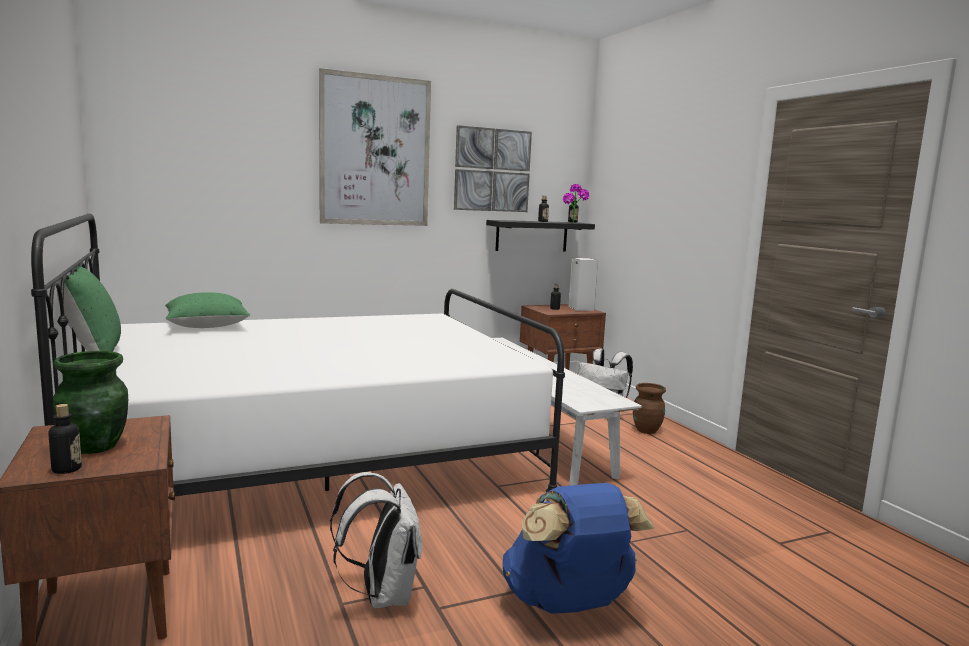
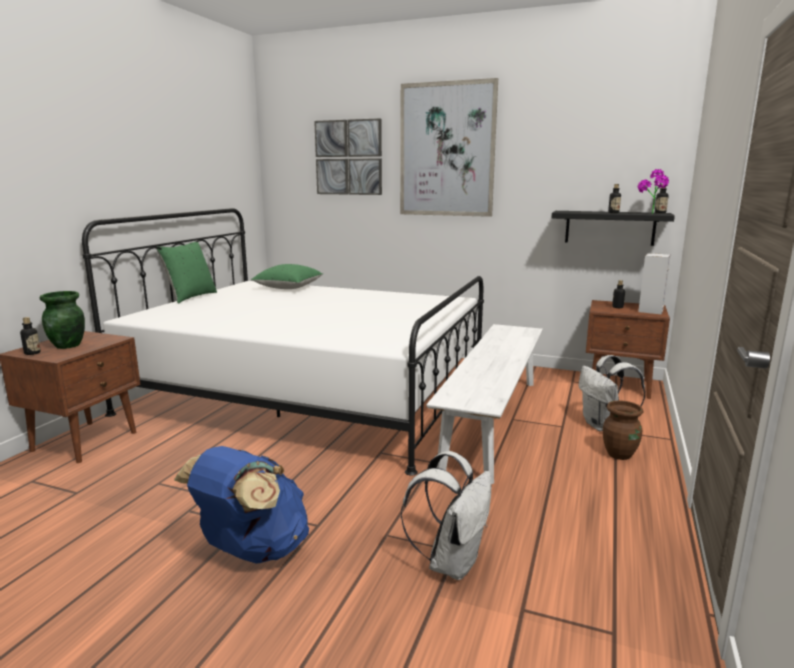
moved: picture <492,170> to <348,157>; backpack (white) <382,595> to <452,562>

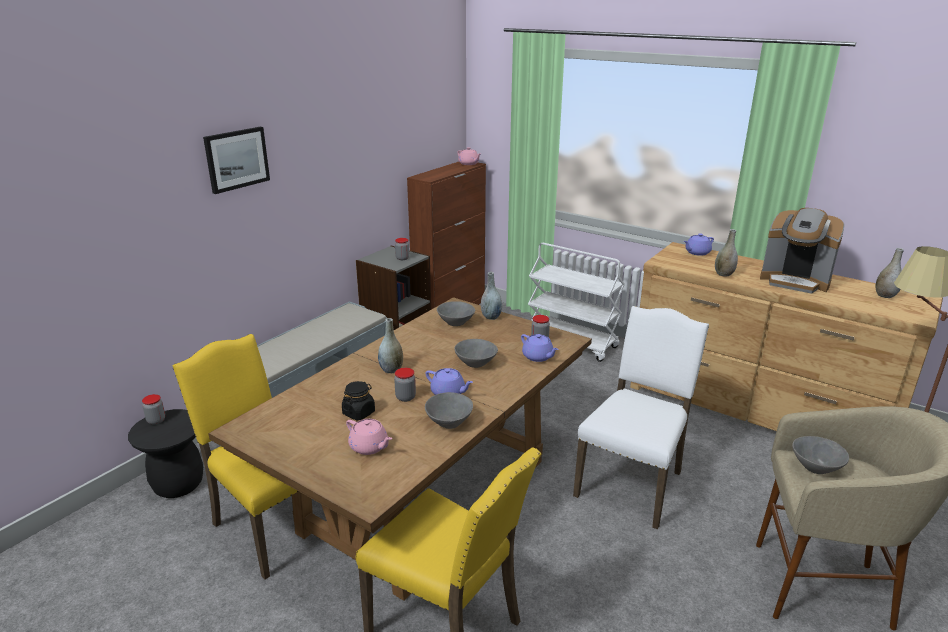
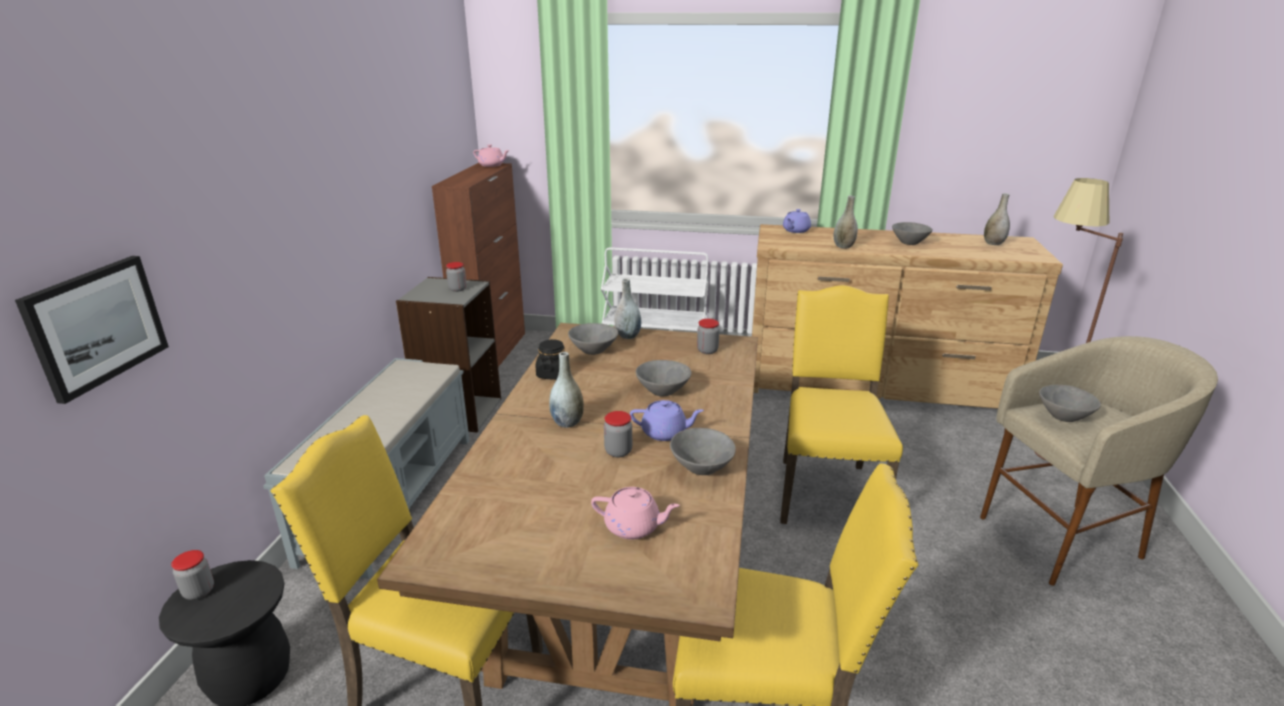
removed: teapot (purple) <538,357>
moved: picture <236,159> to <96,325>; jar (black) <359,413> to <553,374>
replaced: coffee machine <795,281> to bowl (grey) <910,243>
recoloured: chair (white) <632,483> to chair (yellow) <826,491>

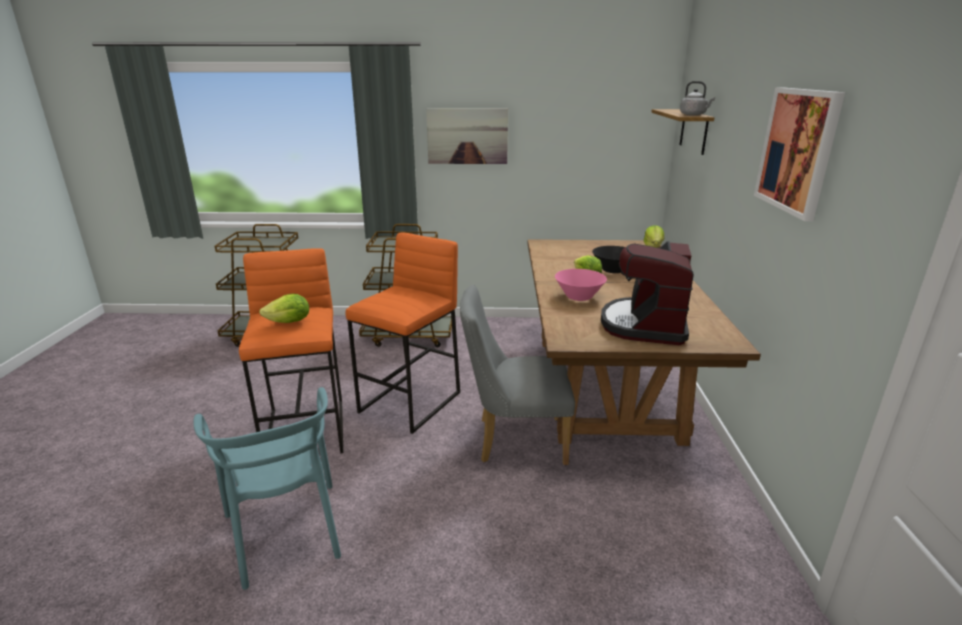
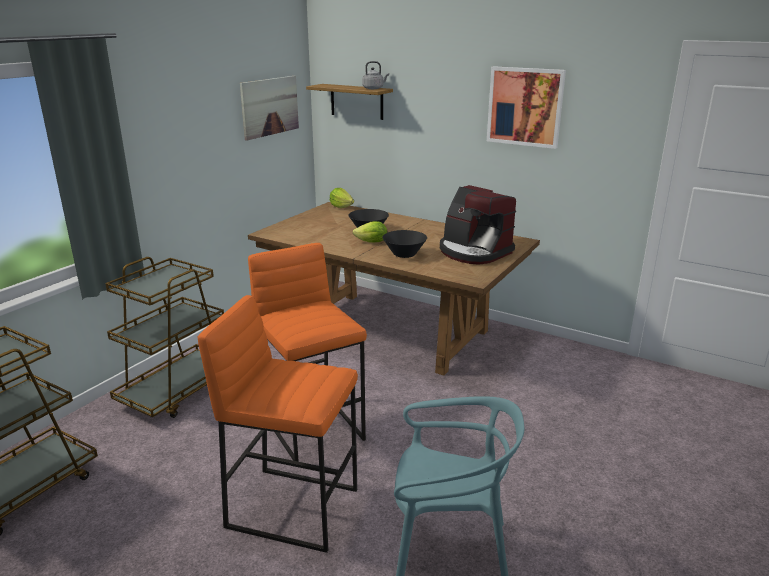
removed: lettuce <289,322>; chair (grey) <514,440>
moved: picture <467,136> to <270,106>
recoloured: bowl (pink) <579,297> to bowl (black) <404,254>

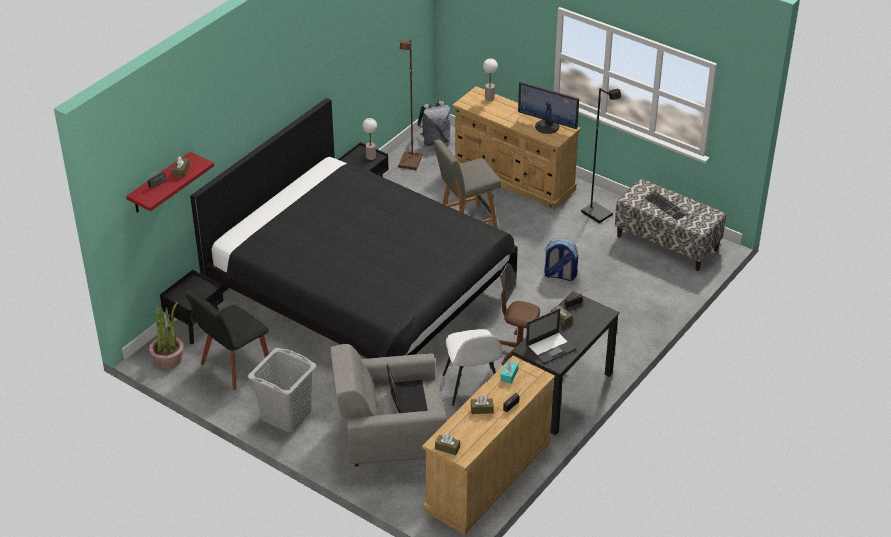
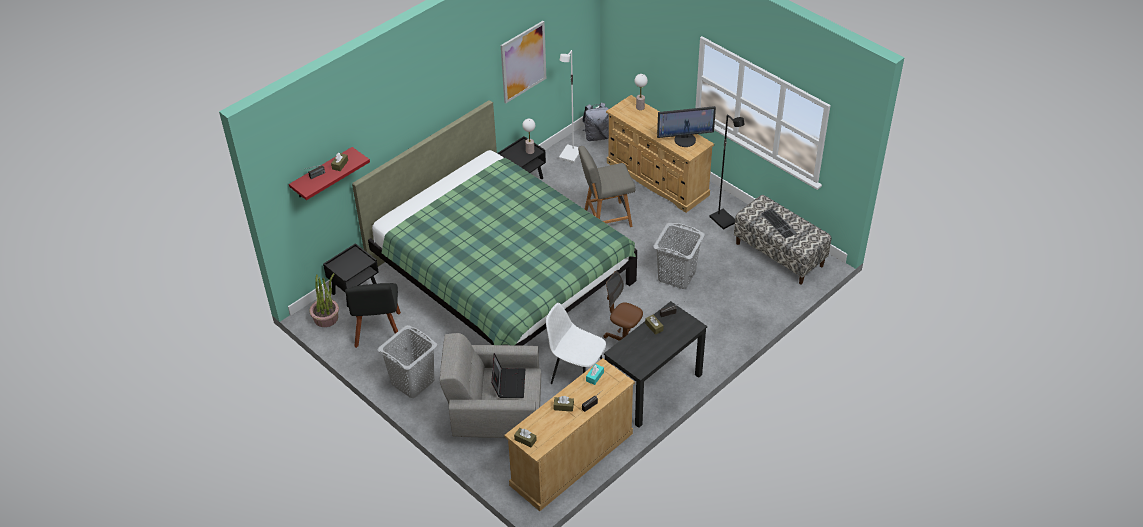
removed: laptop <551,347>
added: picture <523,61>
replaced: backpack <559,275> to laundry basket (grey) <676,276>
recoloured: bed (black) <361,294> to bed (green) <501,276>; floor lamp (brown) <410,162> to floor lamp (white) <571,155>
turned: chair (black) <233,367> = <378,332> 60 degrees counterclockwise; chair (white) <472,387> = <576,374> 120 degrees clockwise; monitor <547,126> = <685,139> 45 degrees counterclockwise

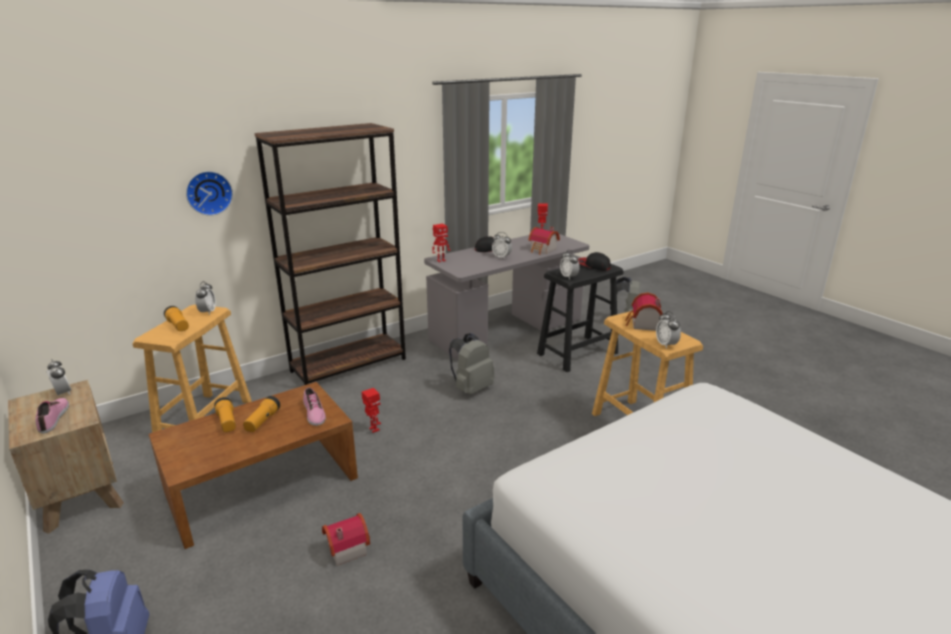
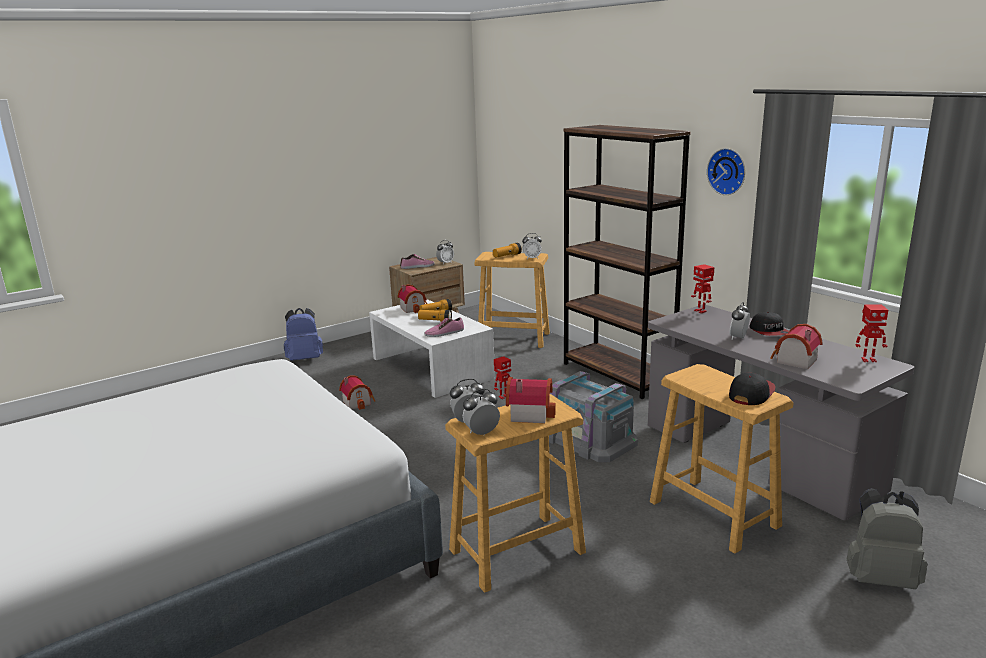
added: toy house <414,308>
moved: alarm clock <568,277> to <482,433>; wall clock <208,192> to <728,171>
replaced: backpack (grey) <471,388> to storage box (grey) <587,438>
recoloured: coffee table (brown) <262,484> to coffee table (white) <432,368>; stool (black) <577,353> to stool (beige) <713,513>

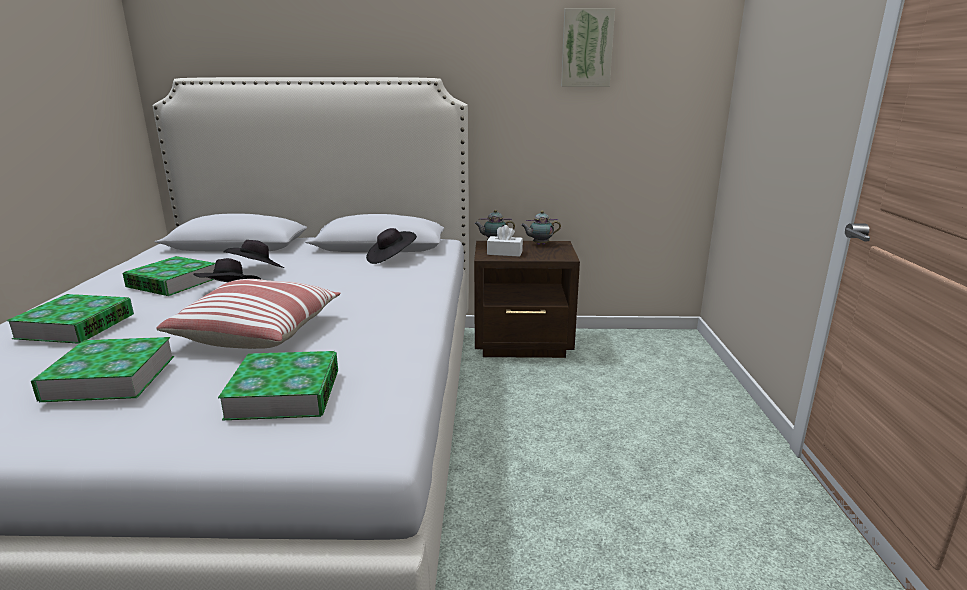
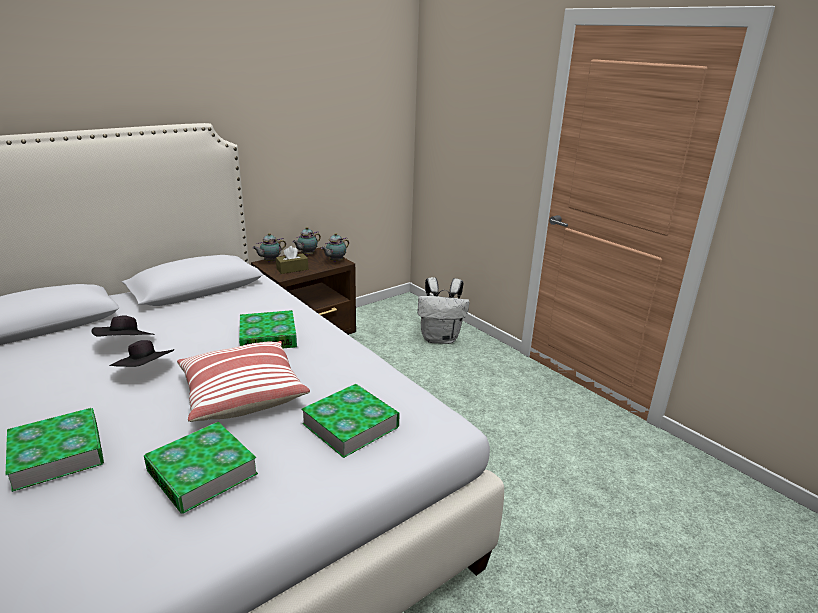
removed: hat (black) <391,259>; picture <586,48>
added: teapot <335,261>; backpack (white) <440,338>
moved: book <173,282> to <268,337>
recoloured: tissue box (white) <504,253> to tissue box (brown) <292,269>

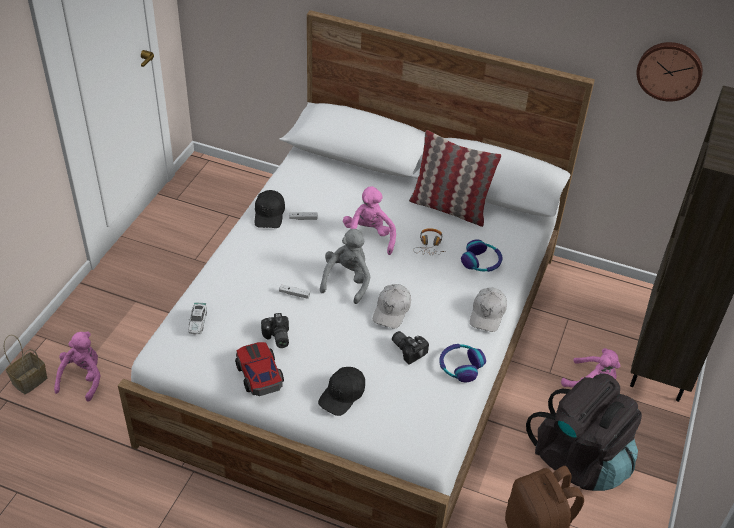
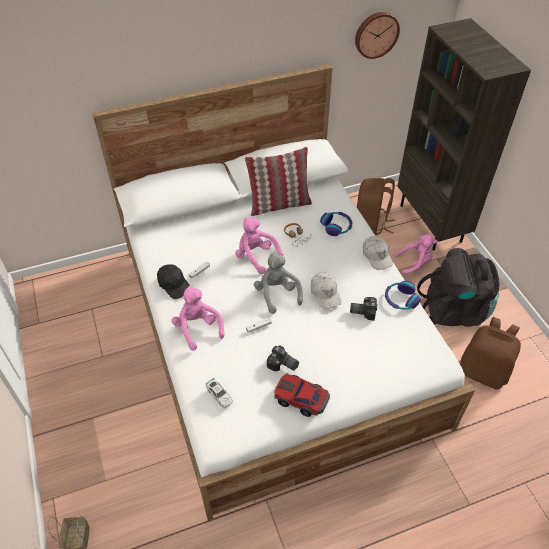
removed: cap (black) <343,395>
added: backpack (brown) <371,224>
moved: plush toy (pink) <83,378> to <198,328>

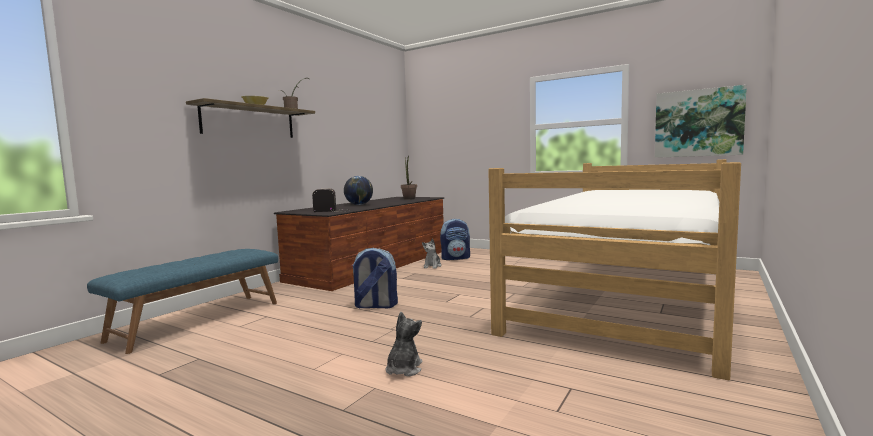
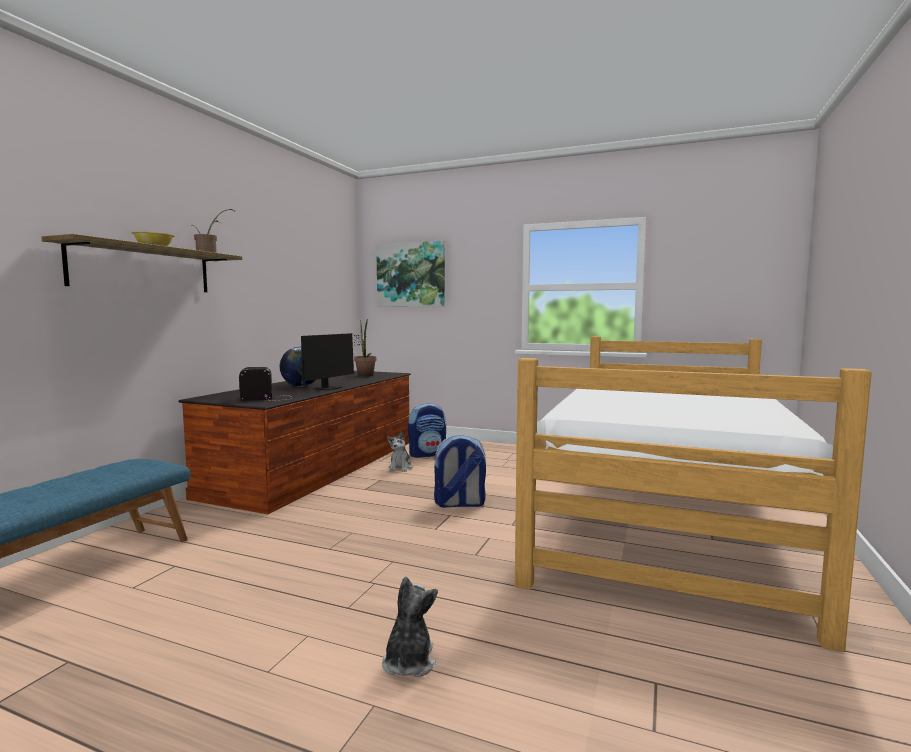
added: monitor <330,388>
moved: picture <698,123> to <411,275>; backpack <375,306> to <459,504>

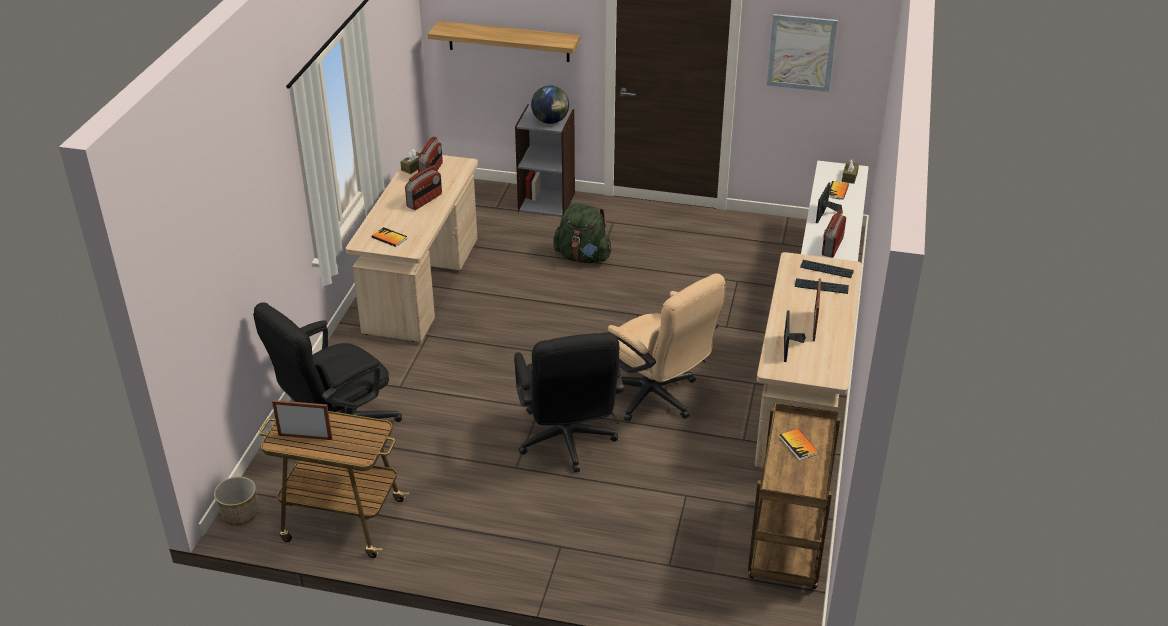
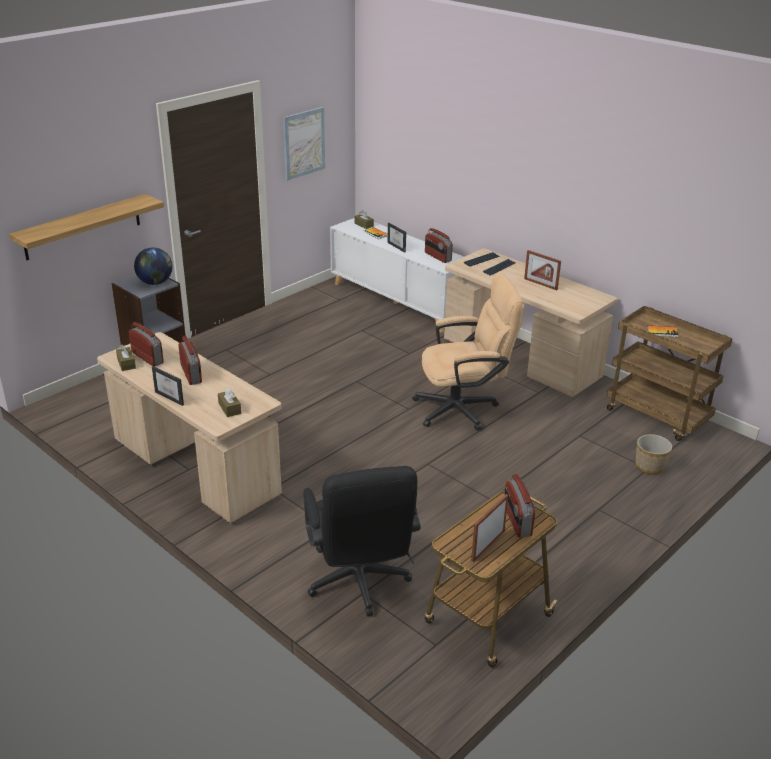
removed: office chair (black) <567,443>; backpack (green) <583,257>
added: radio <517,521>
moved: picture frame <789,349> to <173,397>; planter <239,514> to <650,466>
replaced: book <389,238> to tissue box (brown) <229,408>

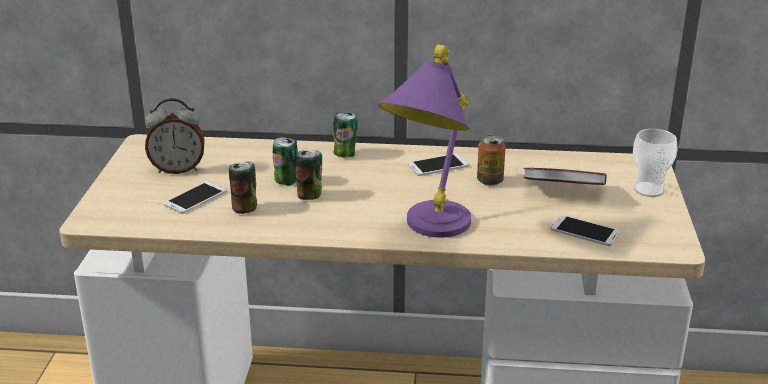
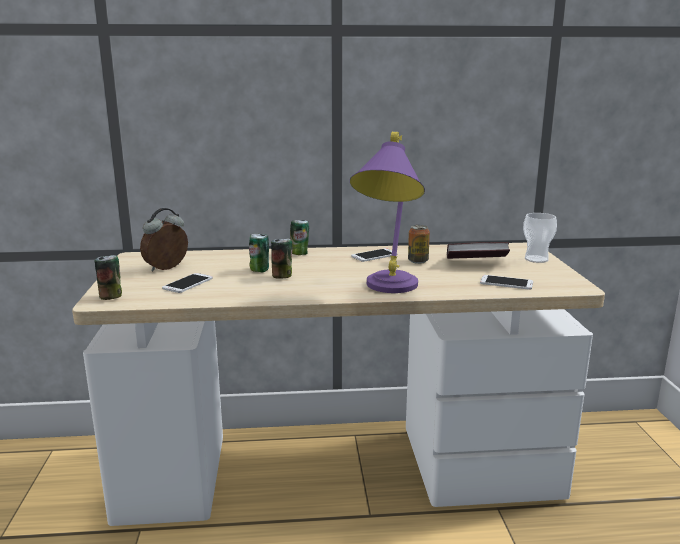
moved: can <245,208> to <111,297>
turned: alarm clock <178,169> = <167,268> 150 degrees clockwise

